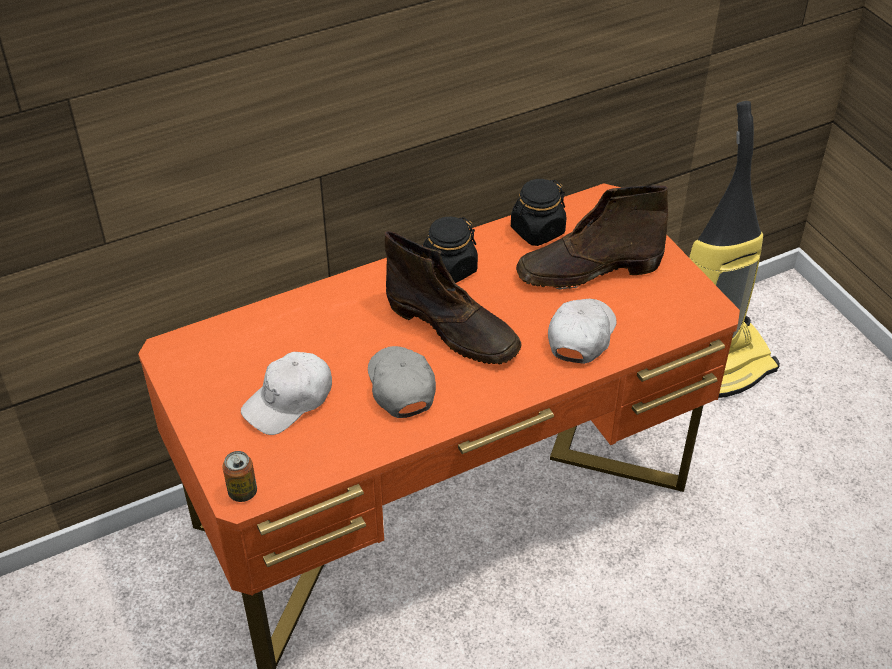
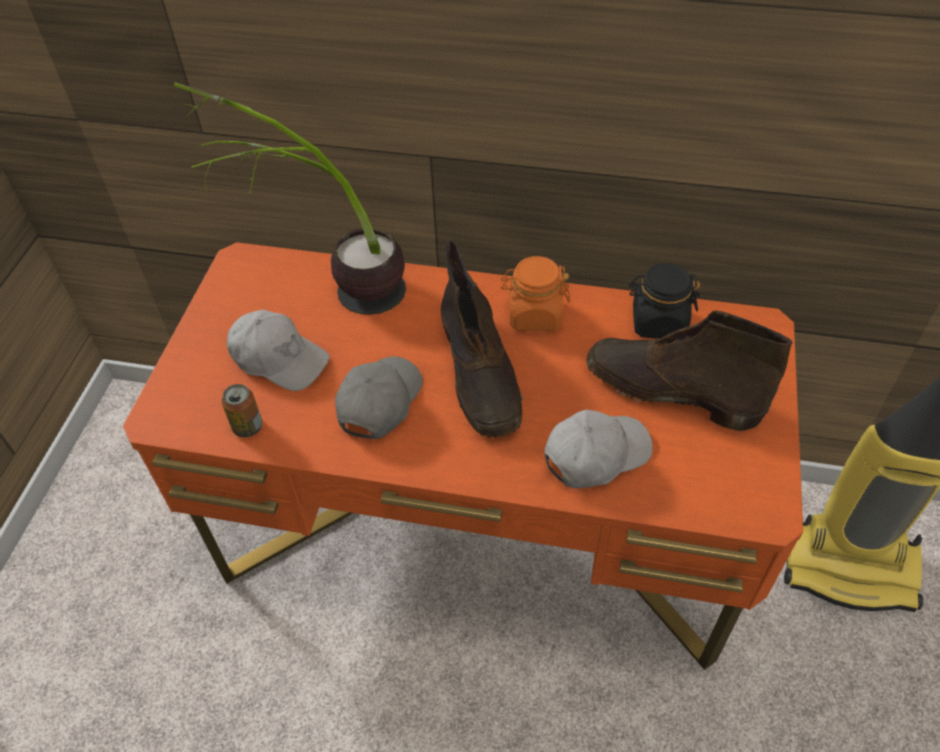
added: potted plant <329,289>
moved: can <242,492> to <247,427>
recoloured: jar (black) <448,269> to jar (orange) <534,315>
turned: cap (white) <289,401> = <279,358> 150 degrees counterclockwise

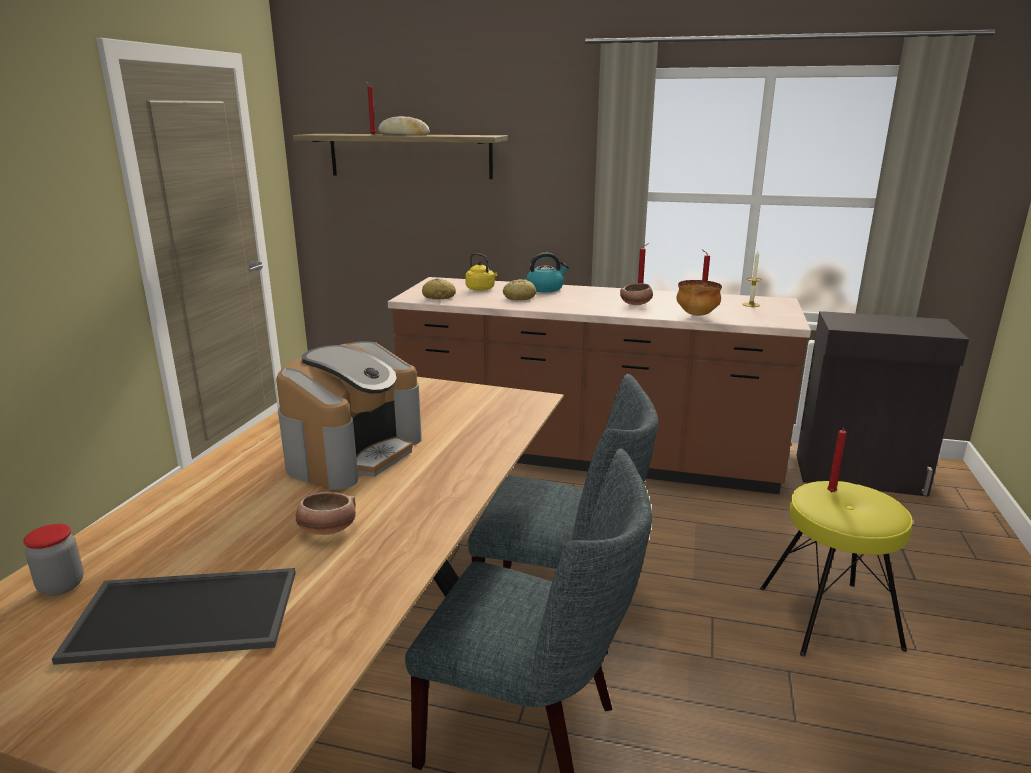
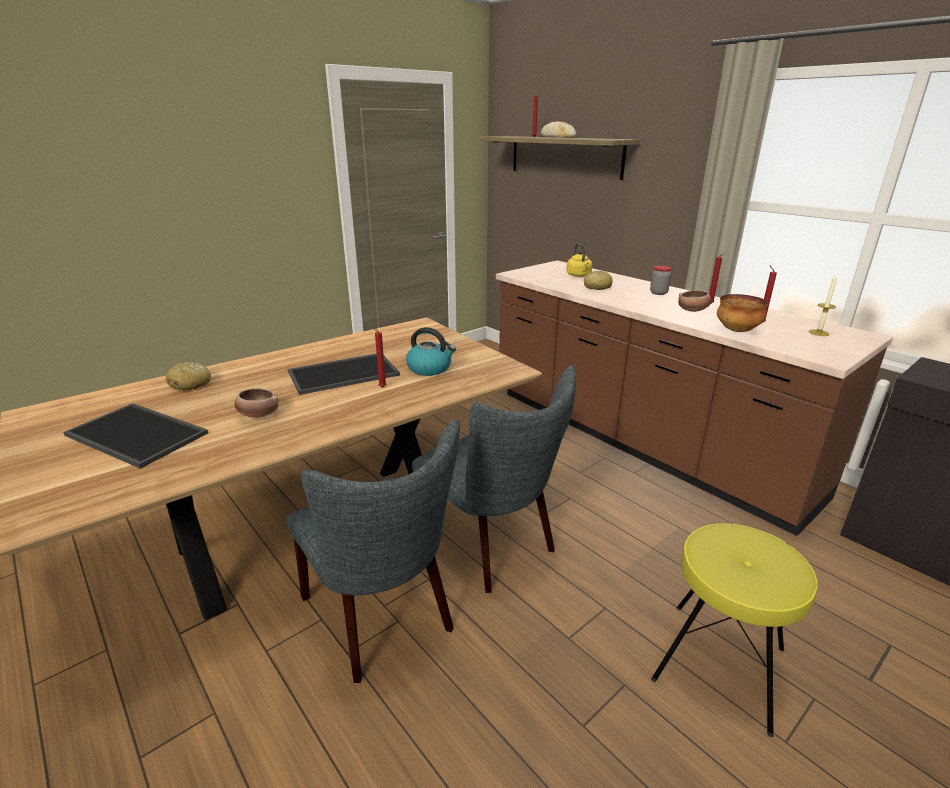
moved: bread <439,297> to <190,384>; candle (red) <831,493> to <381,388>; kettle <545,288> to <430,368>; jar <61,586> to <658,293>
replaced: coffee machine <353,452> to tray <344,373>

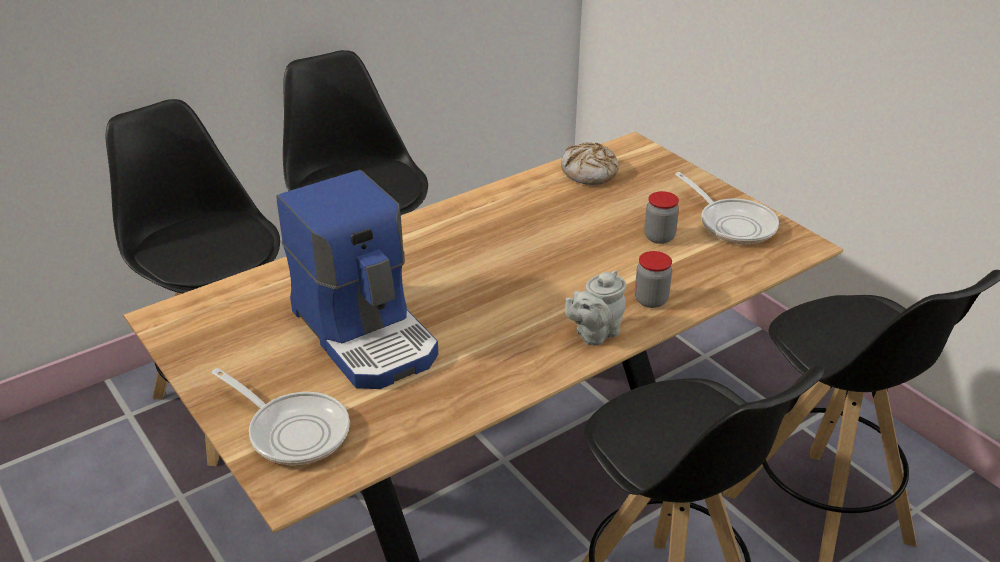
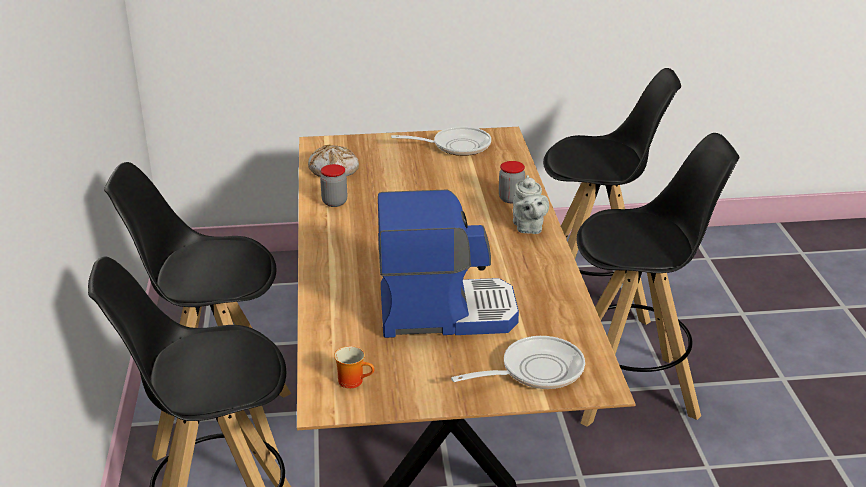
added: mug <354,380>
moved: jar <659,237> to <334,202>

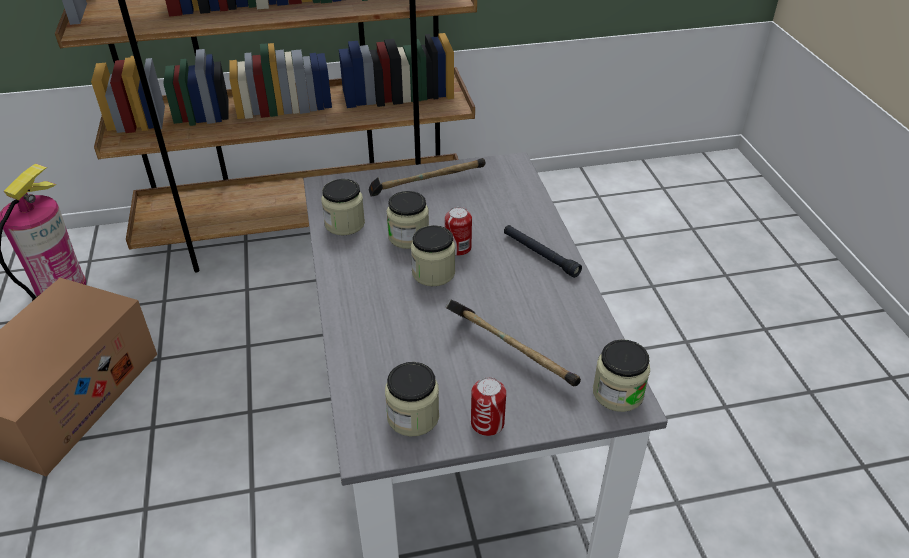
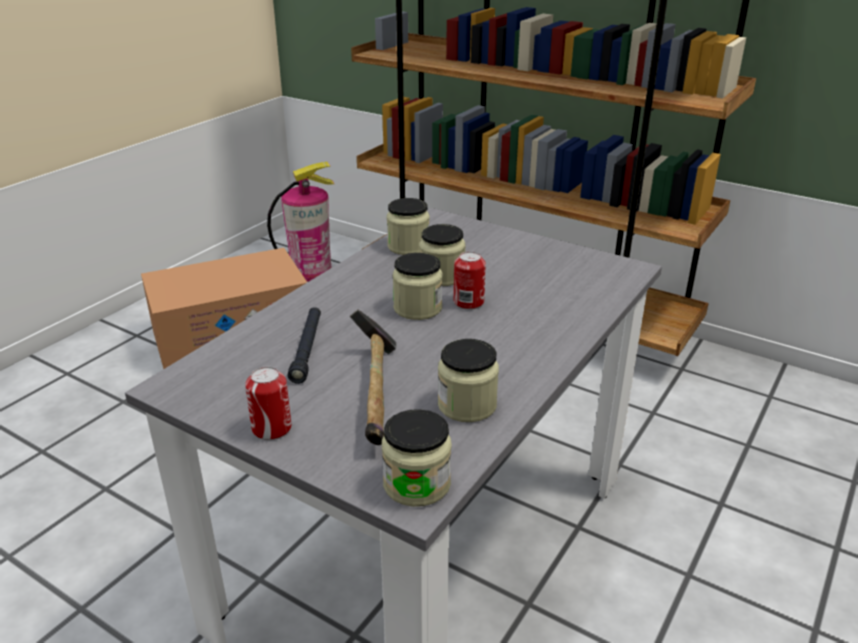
removed: hammer <424,188>
moved: flashlight (black) <540,255> to <307,349>; jar <413,416> to <467,405>

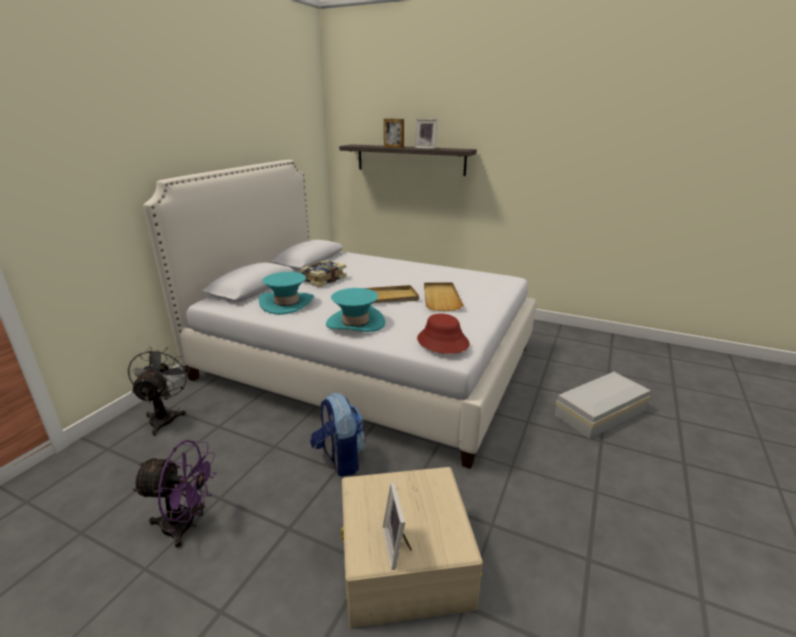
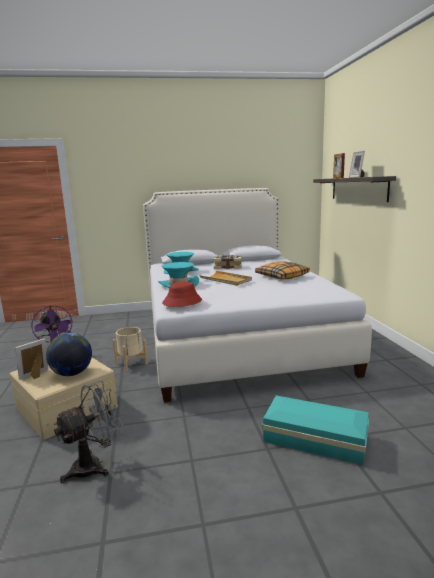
removed: tray (beige) <441,298>
added: globe <72,373>; pillow <282,276>
moved: fan (grey) <165,417> to <94,465>
replaced: backpack <340,459> to planter (beige) <131,364>
recoloured: storage box (white) <598,412> to storage box (turquoise) <313,437>

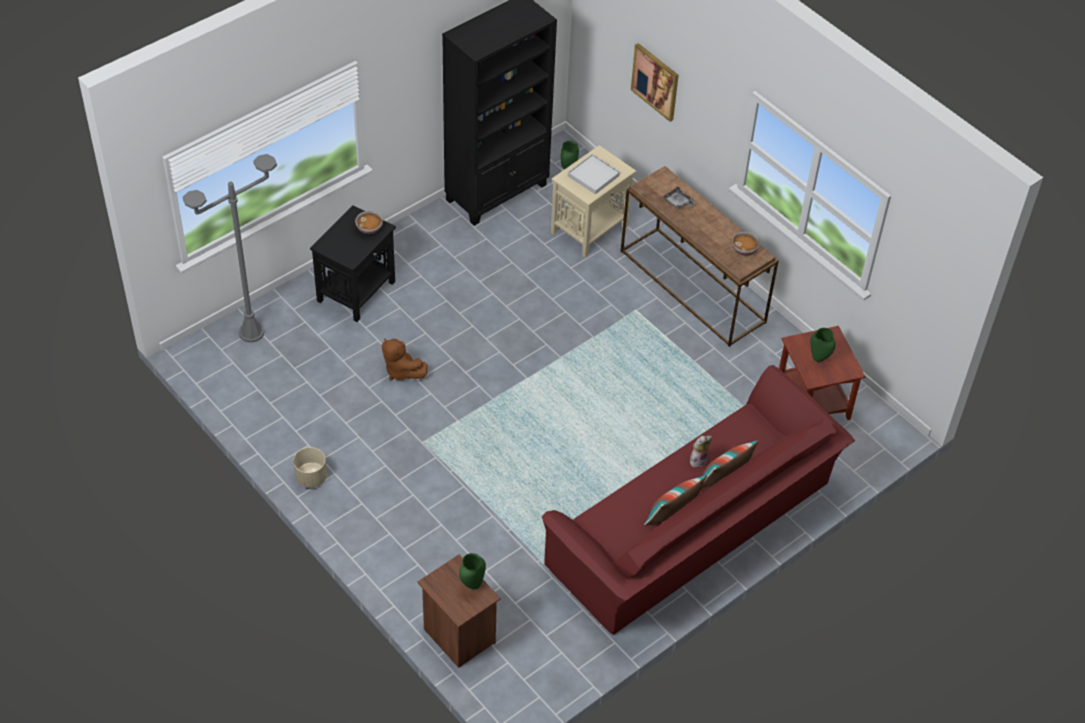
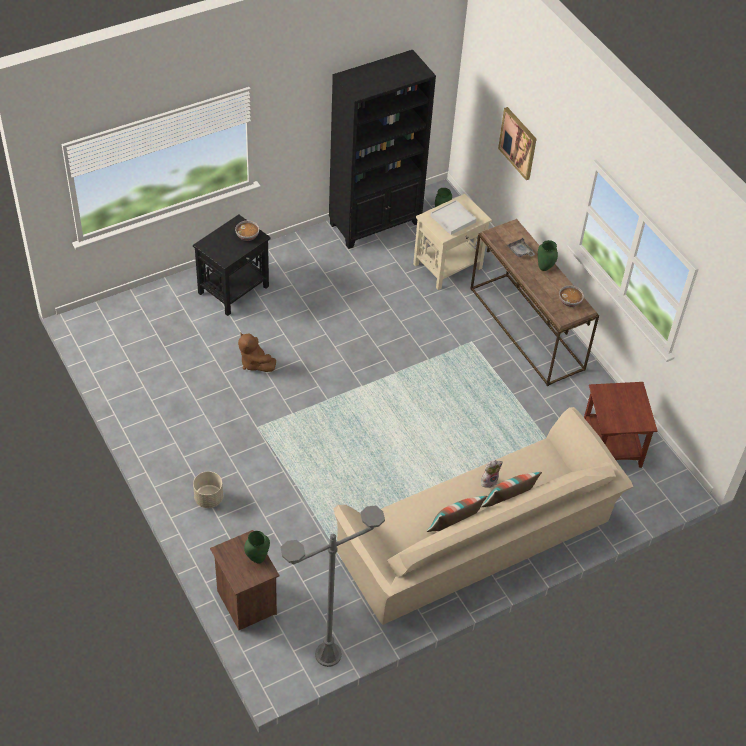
moved: planter (beige) <311,478> to <208,498>; floor lamp (grey) <251,332> to <328,654>; vase (green) <818,358> to <544,268>
recoloured: sofa (red) <695,529> to sofa (beige) <478,542>

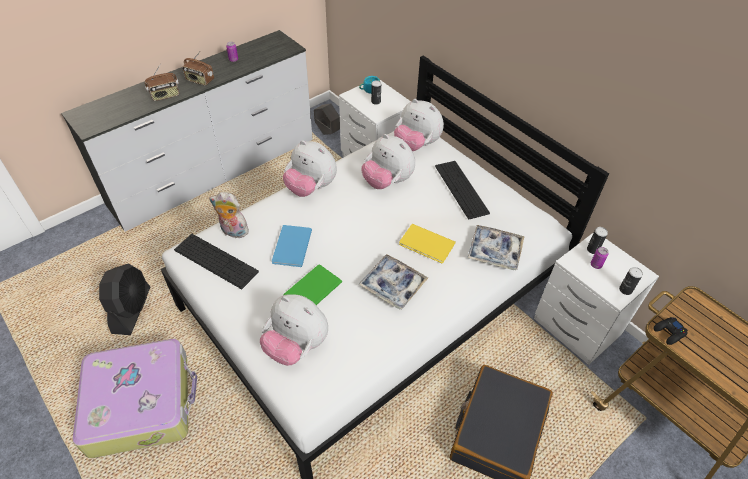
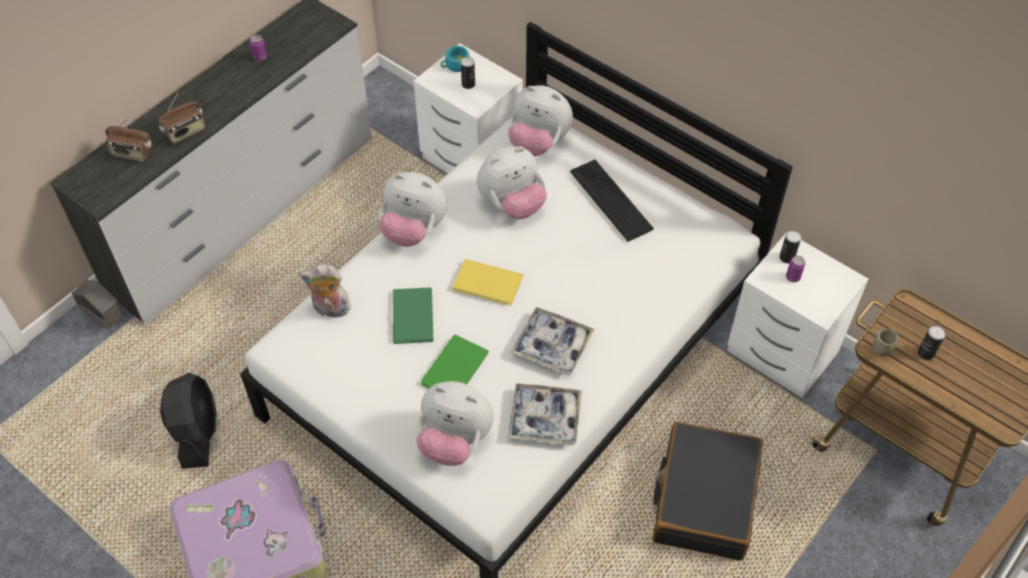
removed: keyboard <216,261>
moved: planter (grey) <327,132> to <105,319>; radio <199,80> to <132,153>; book (yellow) <427,245> to <488,284>; tray <494,251> to <544,418>; can <625,290> to <926,353>
replaced: game controller (black) <669,332> to cup <881,350>
recoloured: book (blue) <290,247> to book (green) <411,318>
turned: plush toy <387,181> = <512,204> 60 degrees counterclockwise

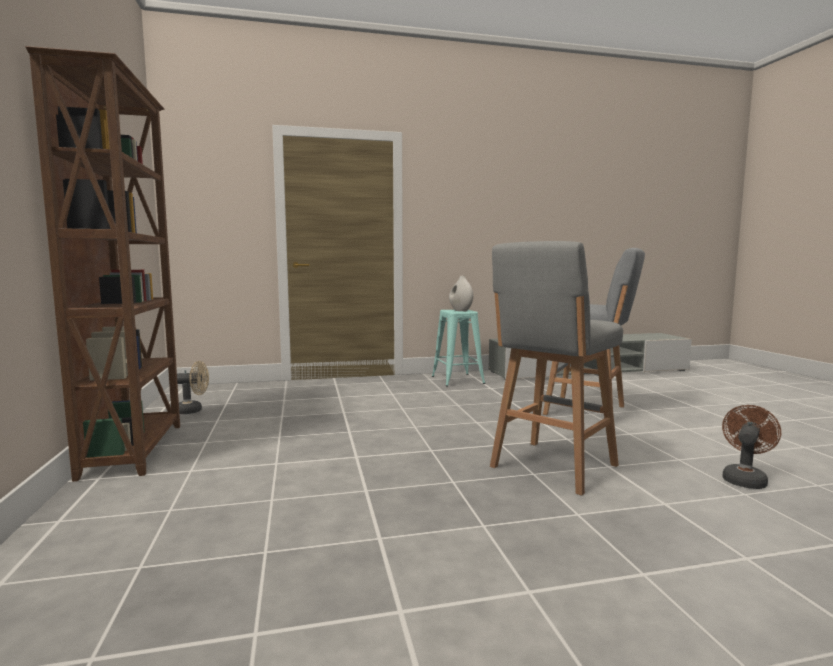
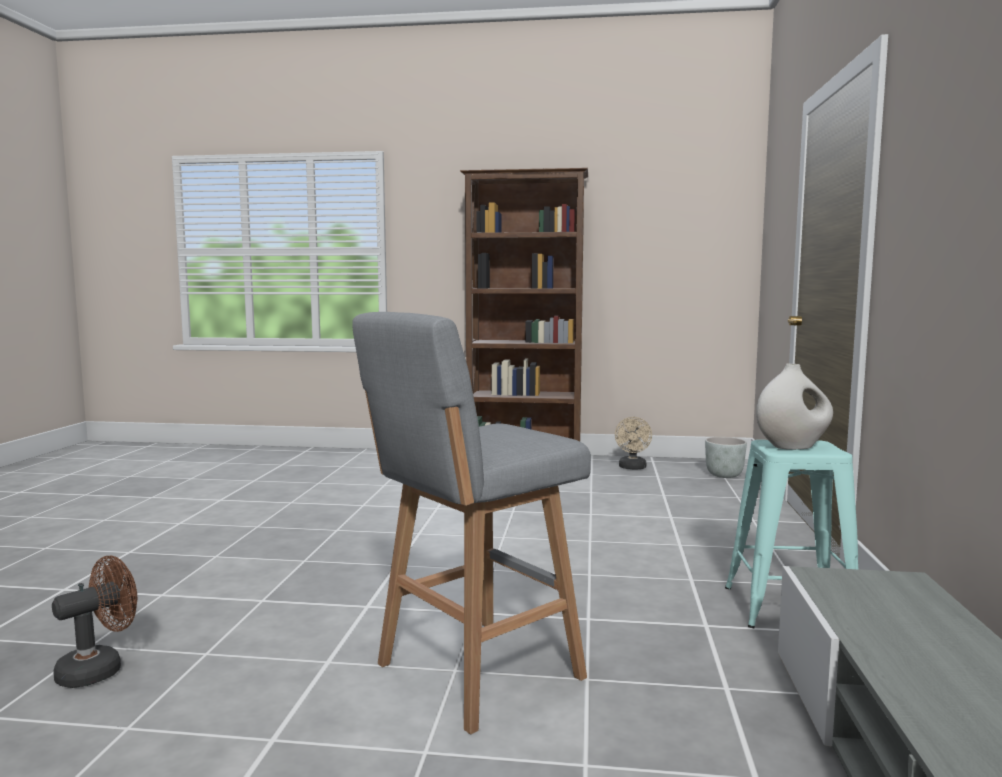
removed: stool (grey) <551,467>
added: planter (grey) <724,475>
turned: fan (brown) <744,479> = <99,669> 105 degrees counterclockwise

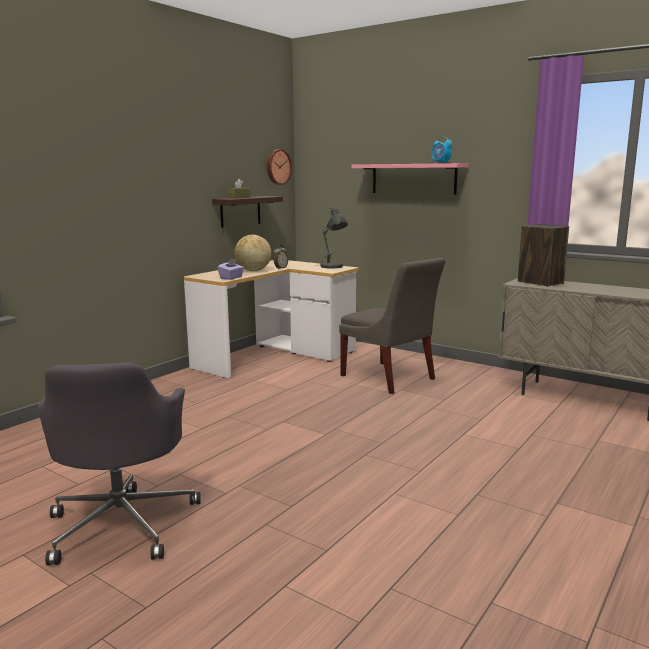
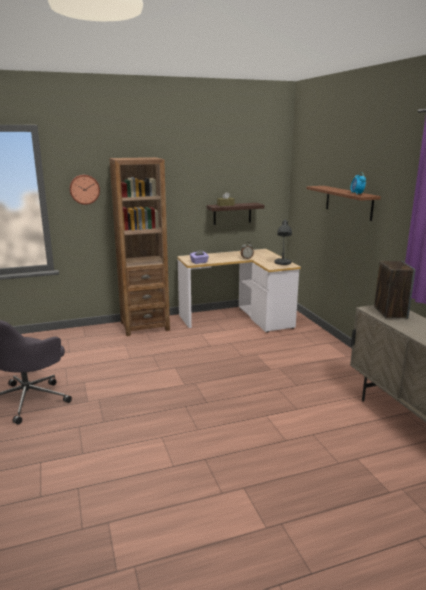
removed: globe <253,271>; chair (grey) <390,378>
added: bookcase (brown) <144,326>
moved: wall clock <278,167> to <84,189>
recoloured: shelf (pink) <413,179> to shelf (brown) <348,202>

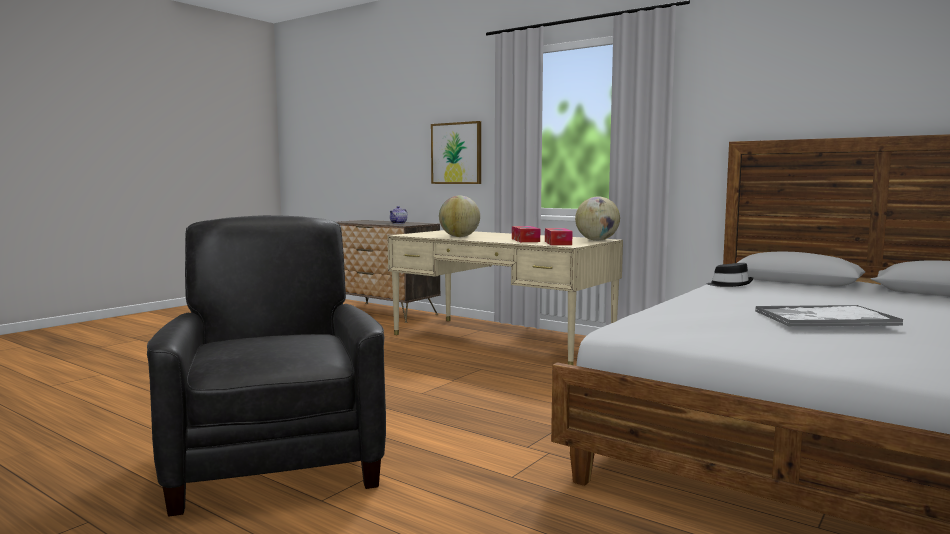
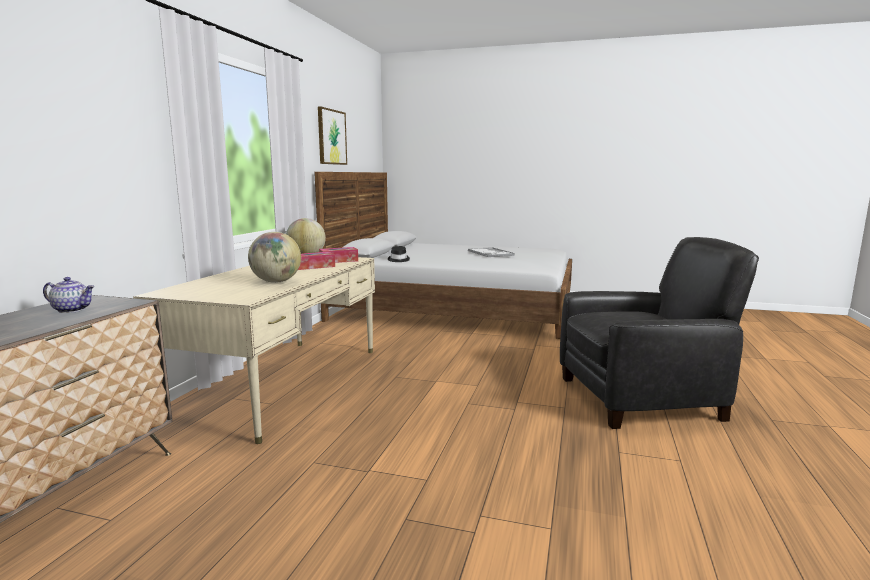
moved: picture <456,153> to <331,137>
turned: armchair (black) <276,460> = <641,398> 150 degrees counterclockwise

